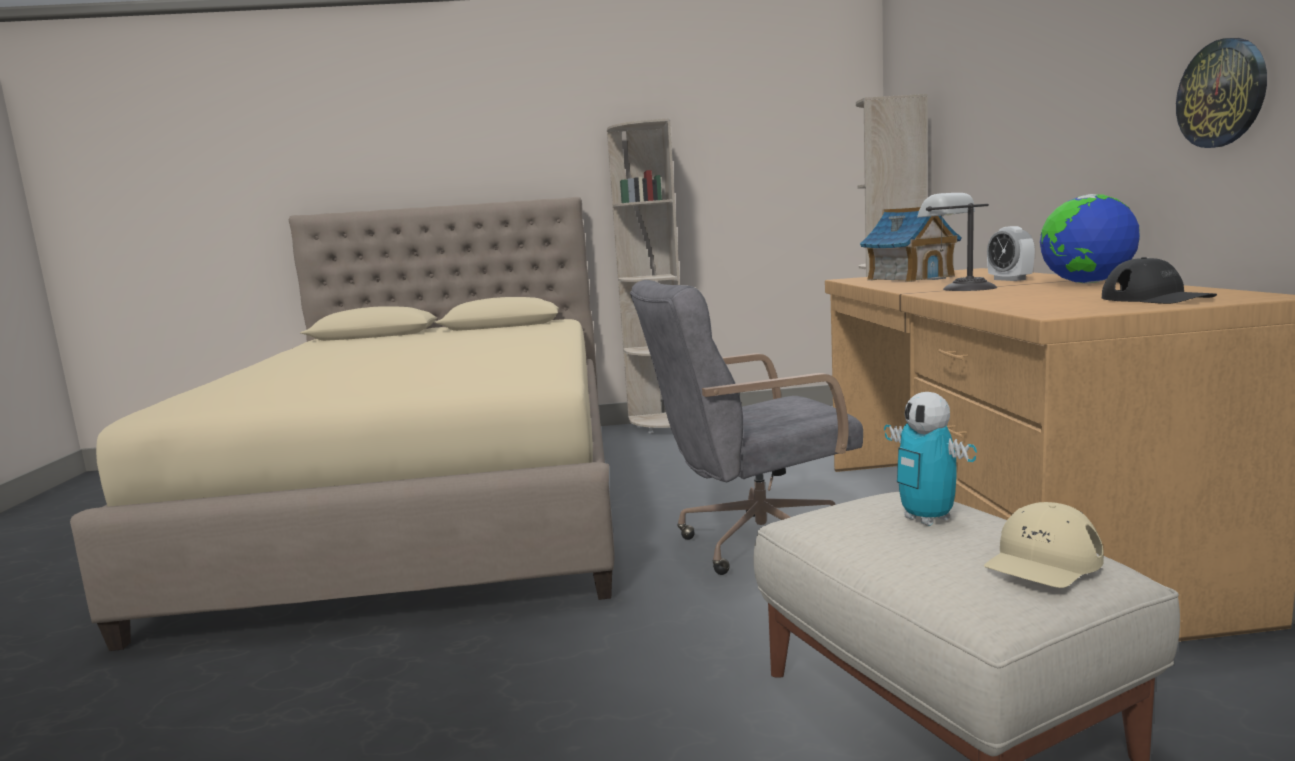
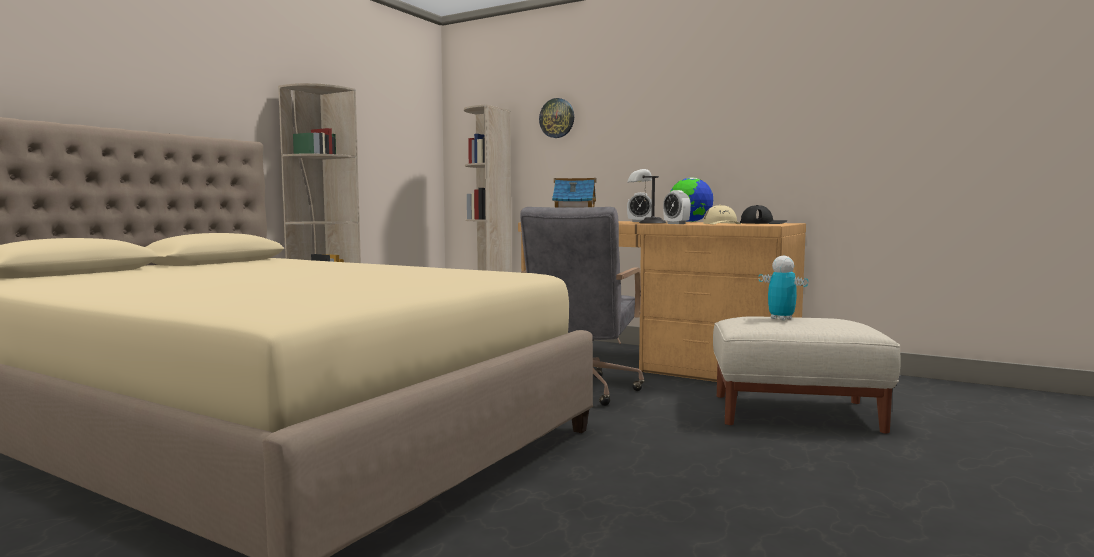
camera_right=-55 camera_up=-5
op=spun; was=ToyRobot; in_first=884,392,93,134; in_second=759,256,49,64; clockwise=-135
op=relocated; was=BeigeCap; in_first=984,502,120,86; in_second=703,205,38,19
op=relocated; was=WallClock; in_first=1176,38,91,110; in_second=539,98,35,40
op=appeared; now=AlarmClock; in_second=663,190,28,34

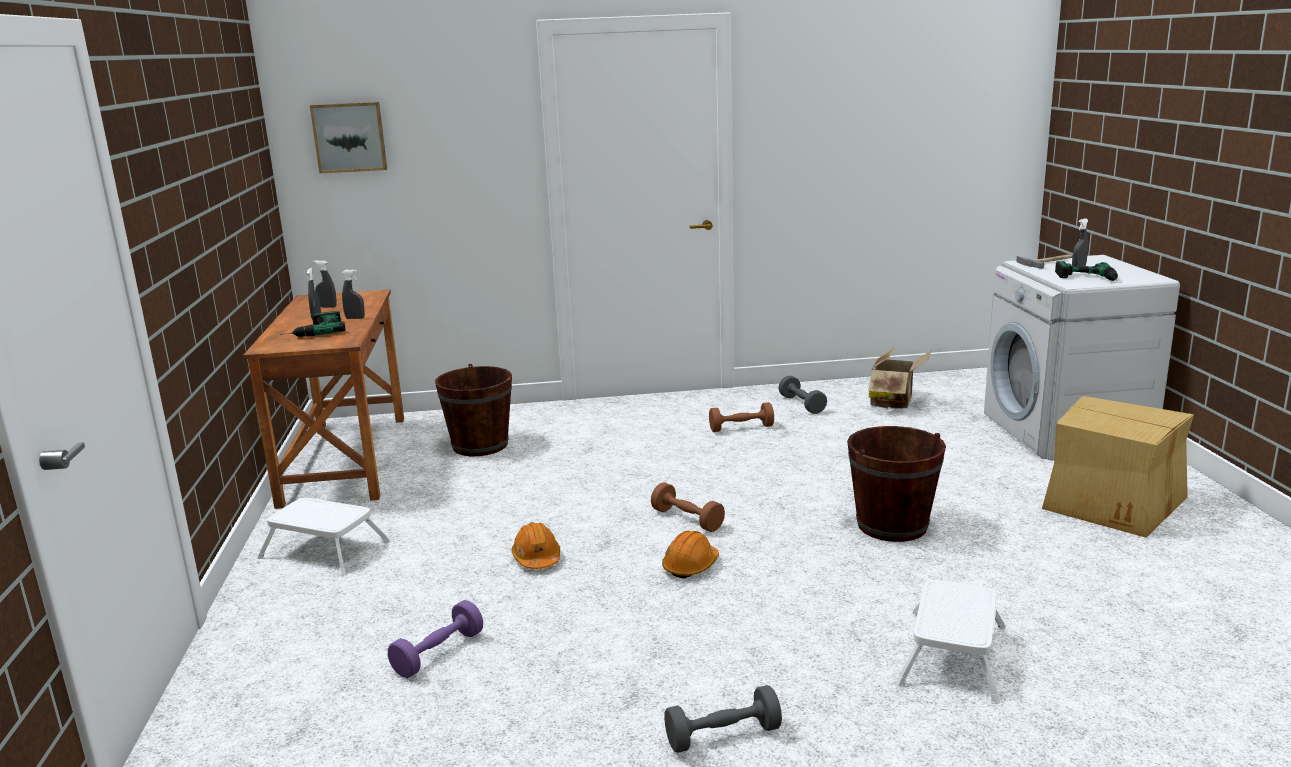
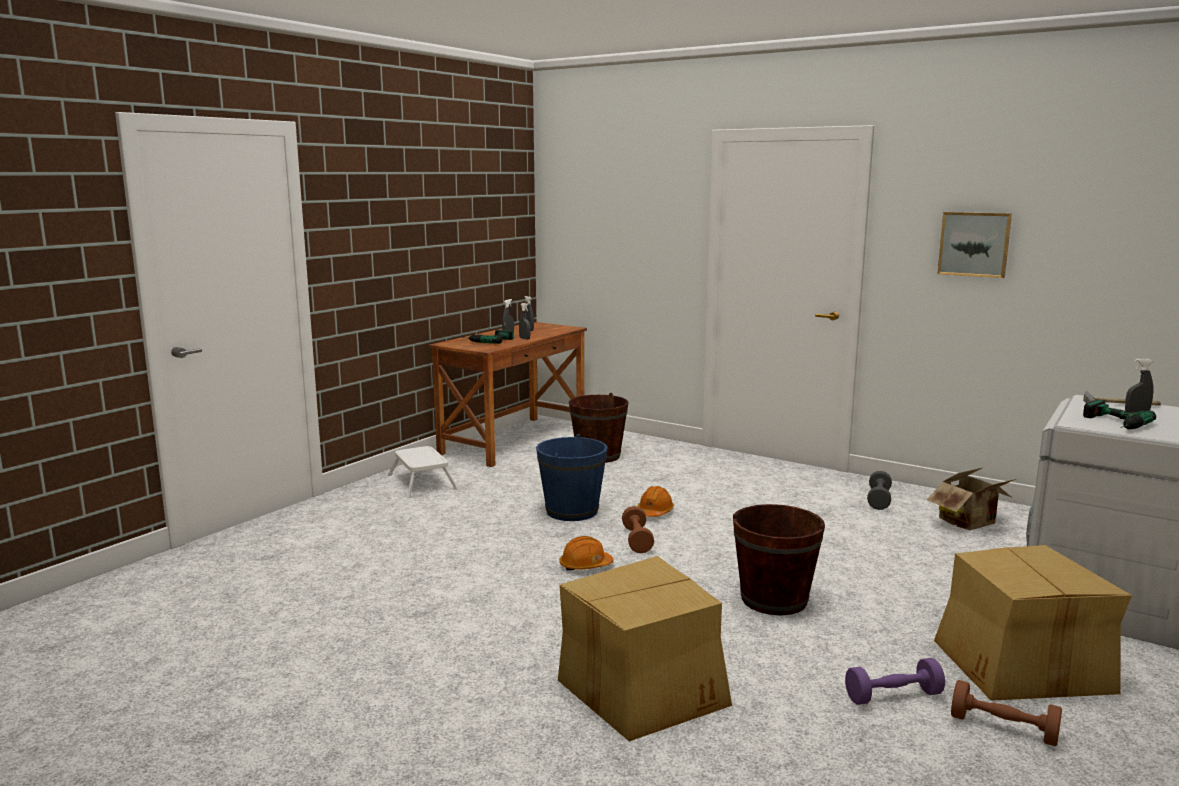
camera_right=40 camera_up=-5
op=relocated; was=Picture; in_first=310,102,77,72; in_second=937,212,75,66
op=relocated; was=PurpleDumbbell; in_first=388,600,95,78; in_second=845,658,100,47
op=relocated; was=OrangeHardHat; in_first=512,522,48,47; in_second=637,486,37,31
op=missing; was=GreyDumbbell; in_first=664,685,118,68
op=relocated; was=BrownDumbbell; in_first=709,402,65,30; in_second=951,680,111,66
op=exchanged; was=WhiteStepLadder; now=CardboardBox; in_first=896,580,110,124; in_second=558,556,174,185
op=appeared; now=BlueBucket; in_second=536,434,72,87

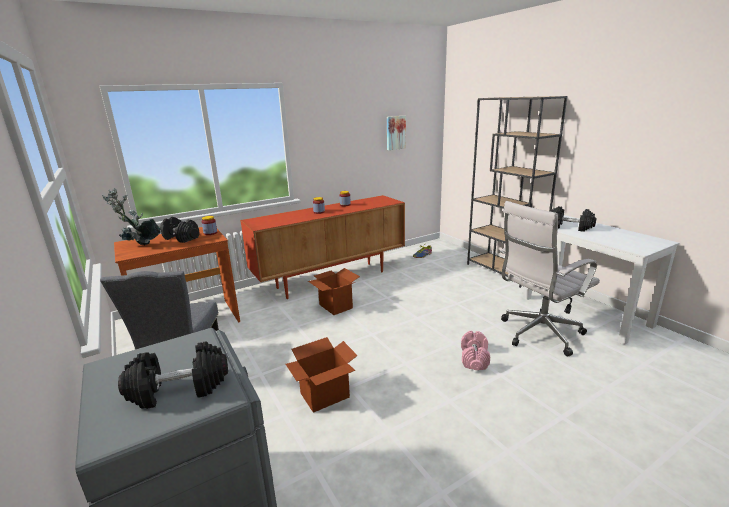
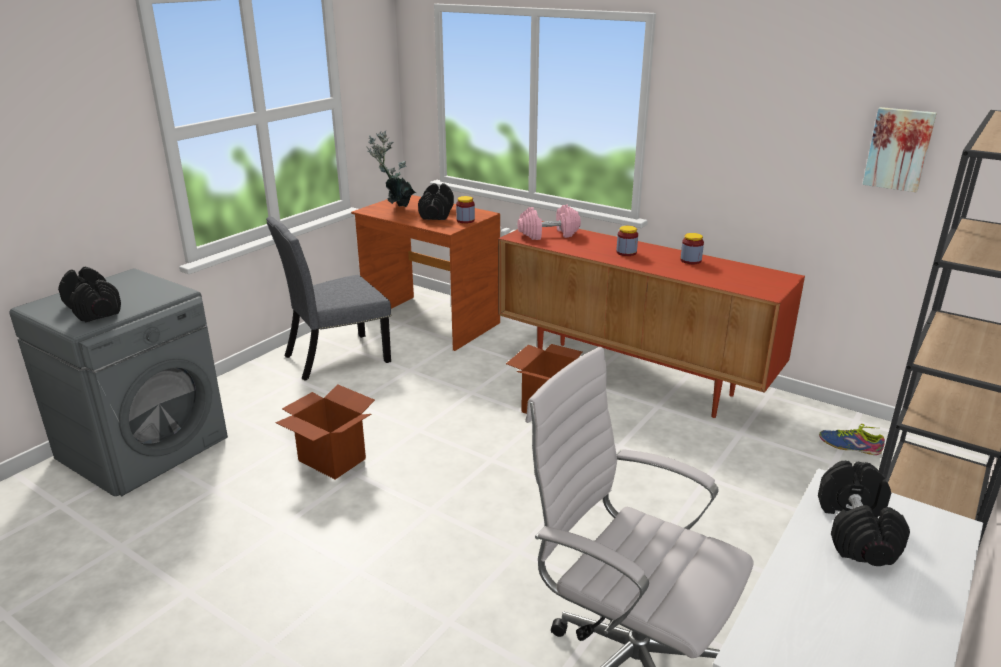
camera_right=65 camera_up=5
op=relocated; was=PinkDumbbell; in_first=461,331,29,39; in_second=517,205,64,35

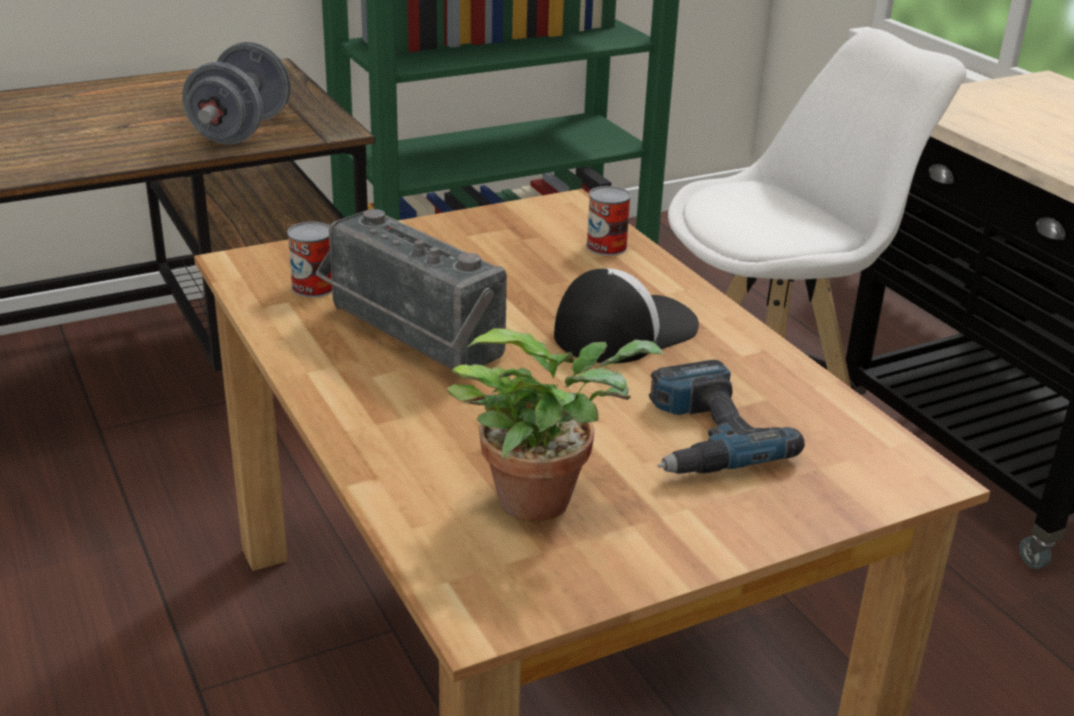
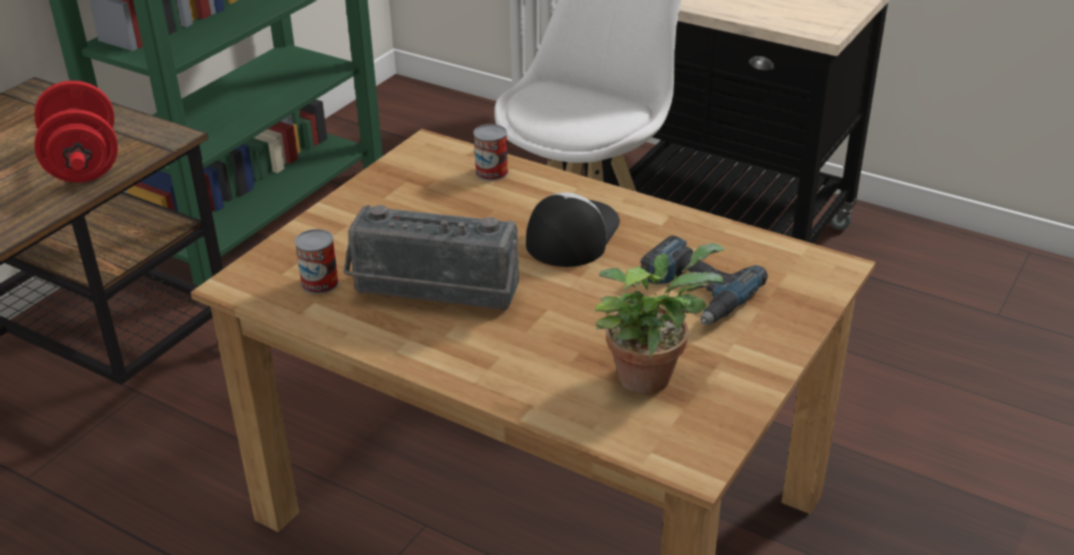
camera_right=-30 camera_up=5
op=colour; was=GreyDumbbell; now=RedDumbbell; in_first=182,42,109,102; in_second=34,81,84,102

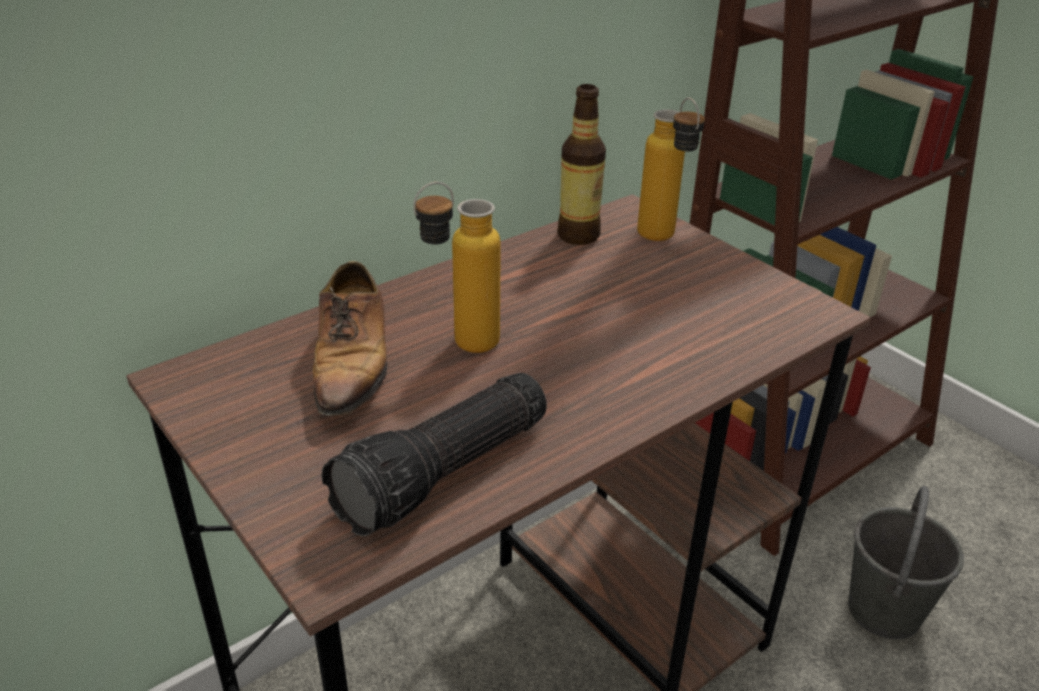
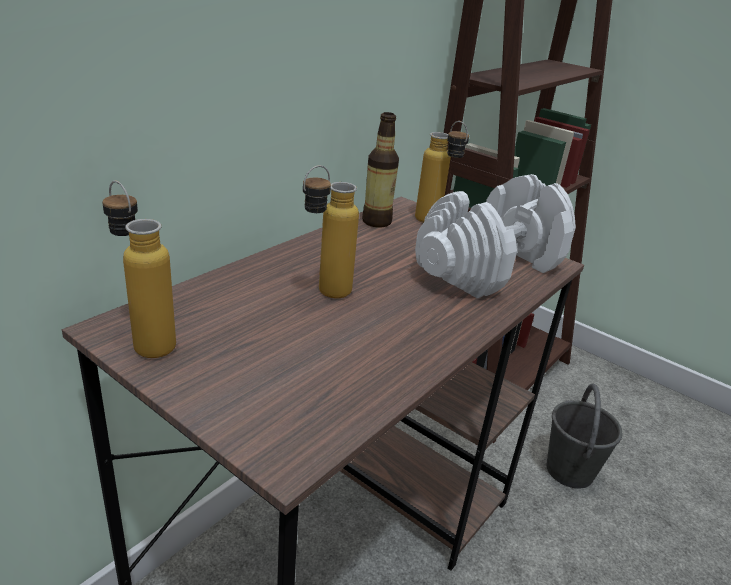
camera_right=-15 camera_up=-5
op=missing; was=Shoe; in_first=313,261,74,155
op=missing; was=Flashlight; in_first=321,373,226,163
op=appeared; now=Bottle; in_second=102,180,74,178
op=appeared; now=WhiteDumbbell; in_second=415,174,161,124

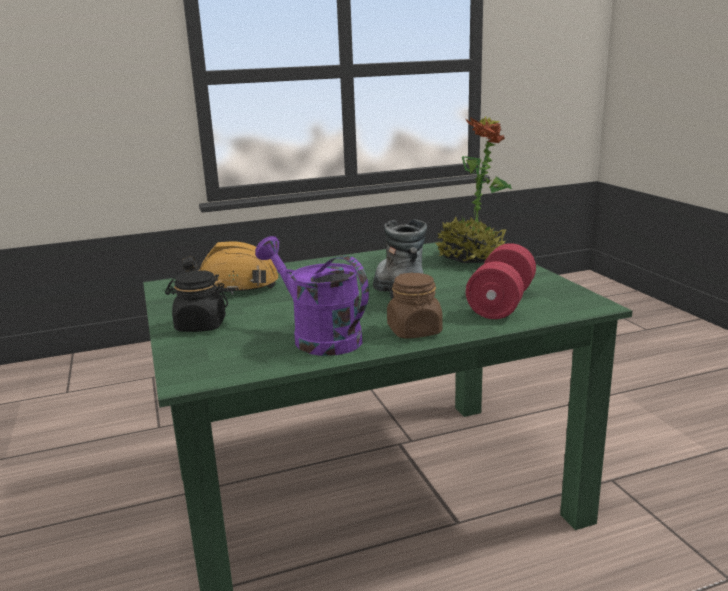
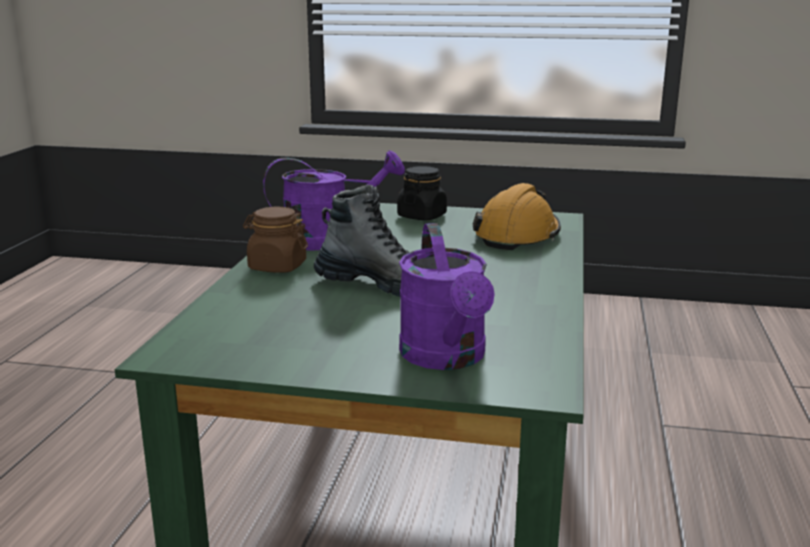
camera_right=120 camera_up=0
op=exchanged; was=PottedPlant; now=PurpleWateringCan; in_first=436,117,76,146; in_second=399,223,96,147
op=missing; was=RedDumbbell; in_first=466,243,70,76

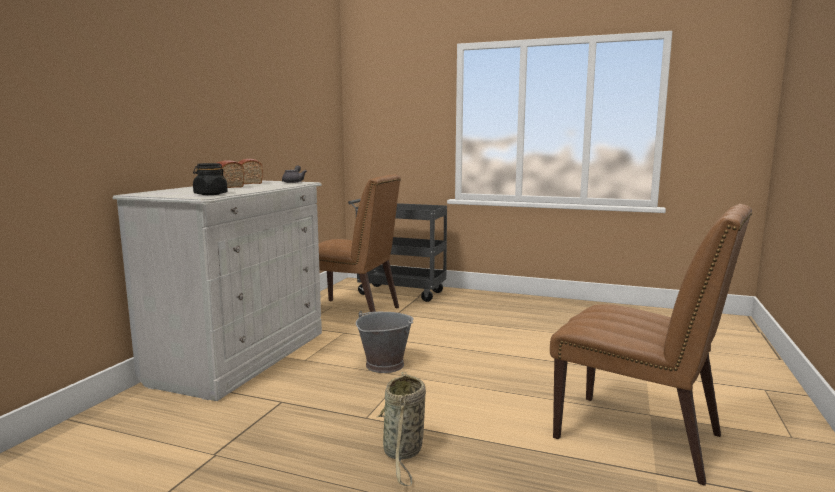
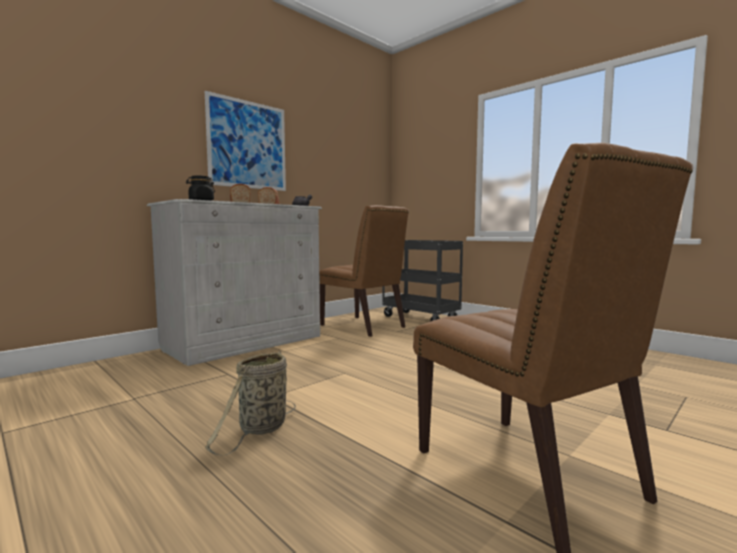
camera_right=25 camera_up=-5
op=missing; was=GreyBucket; in_first=356,311,58,62
op=appeared; now=Picture; in_second=205,91,81,100

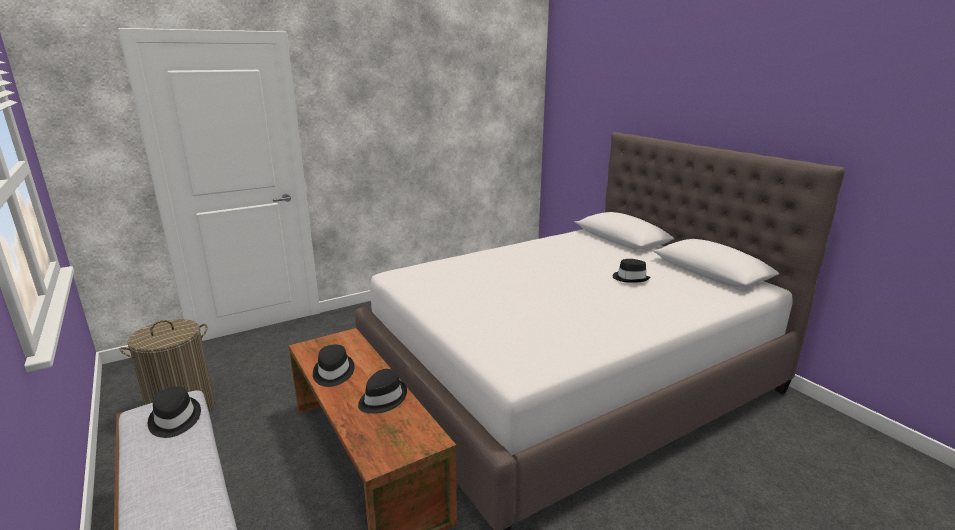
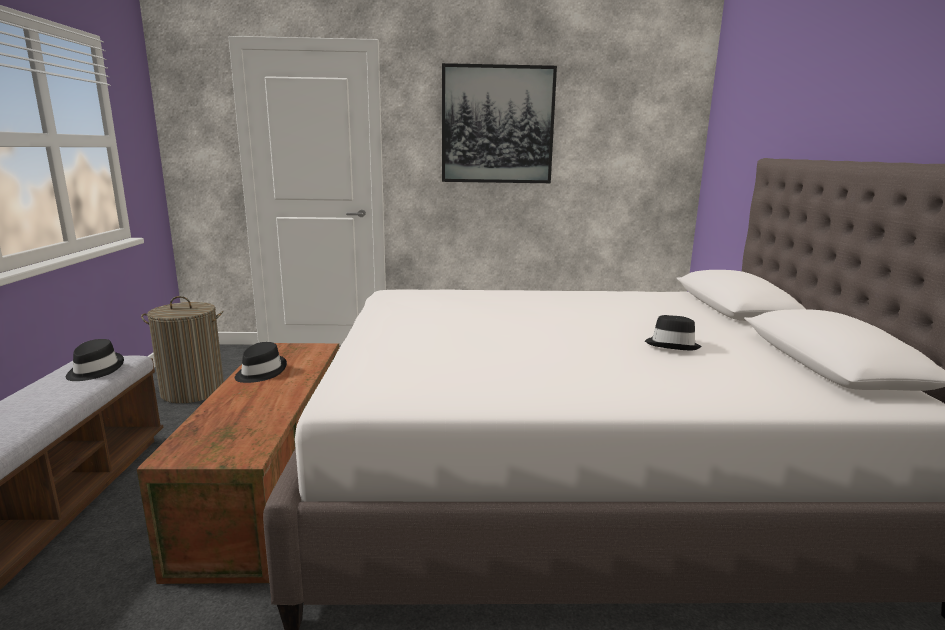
camera_right=30 camera_up=-5
op=missing; was=BlackHat; in_first=358,369,49,45
op=appeared; now=Picture; in_second=442,63,115,120

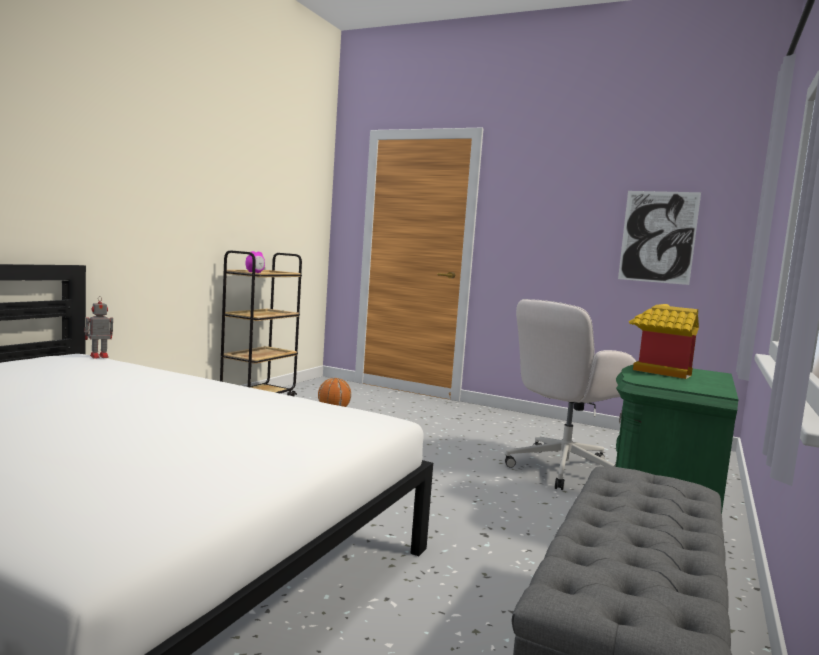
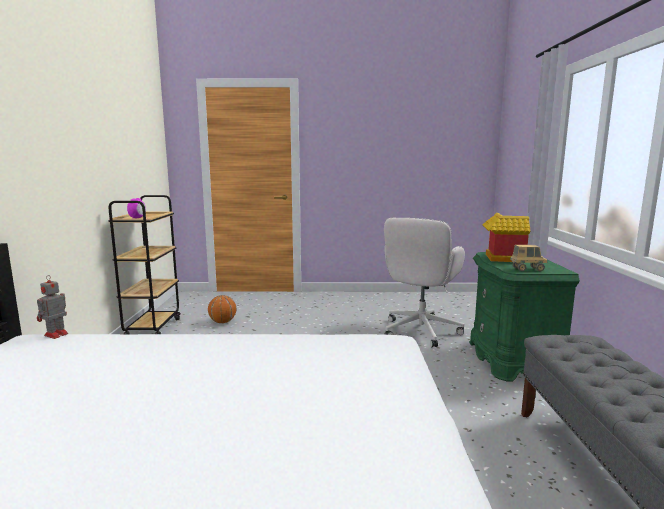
camera_right=-25 camera_up=5
op=missing; was=Picture; in_first=618,191,83,94
op=appeared; now=ToyTruck; in_second=510,245,37,26

